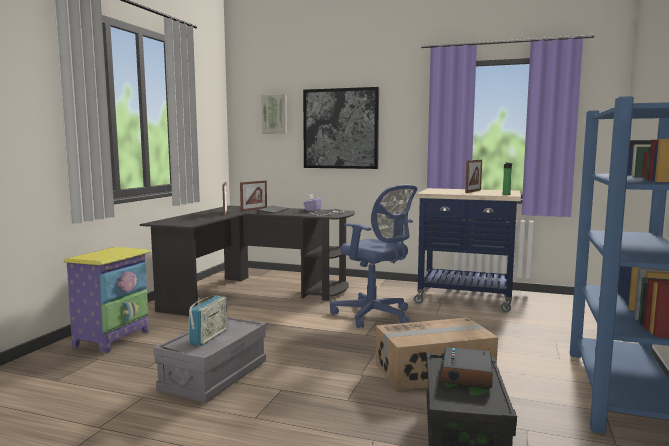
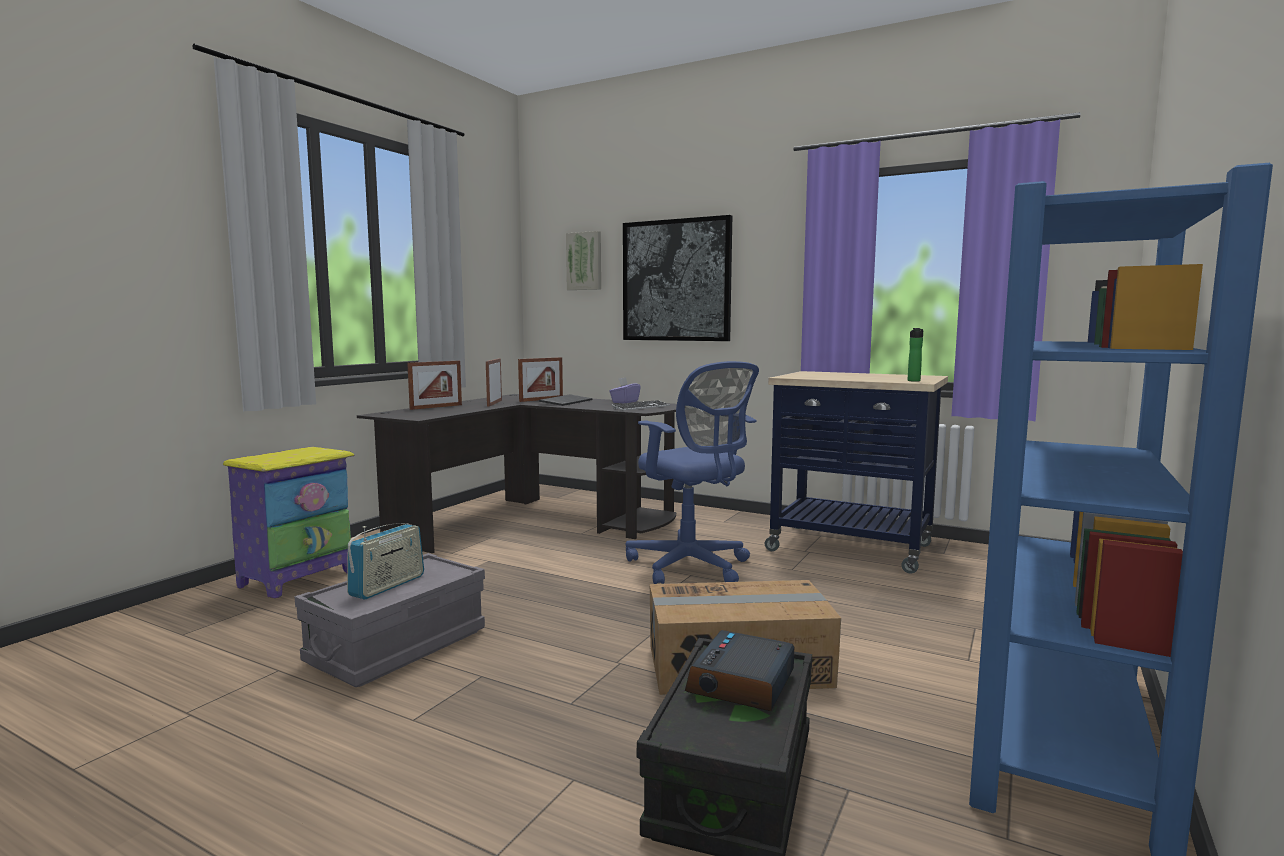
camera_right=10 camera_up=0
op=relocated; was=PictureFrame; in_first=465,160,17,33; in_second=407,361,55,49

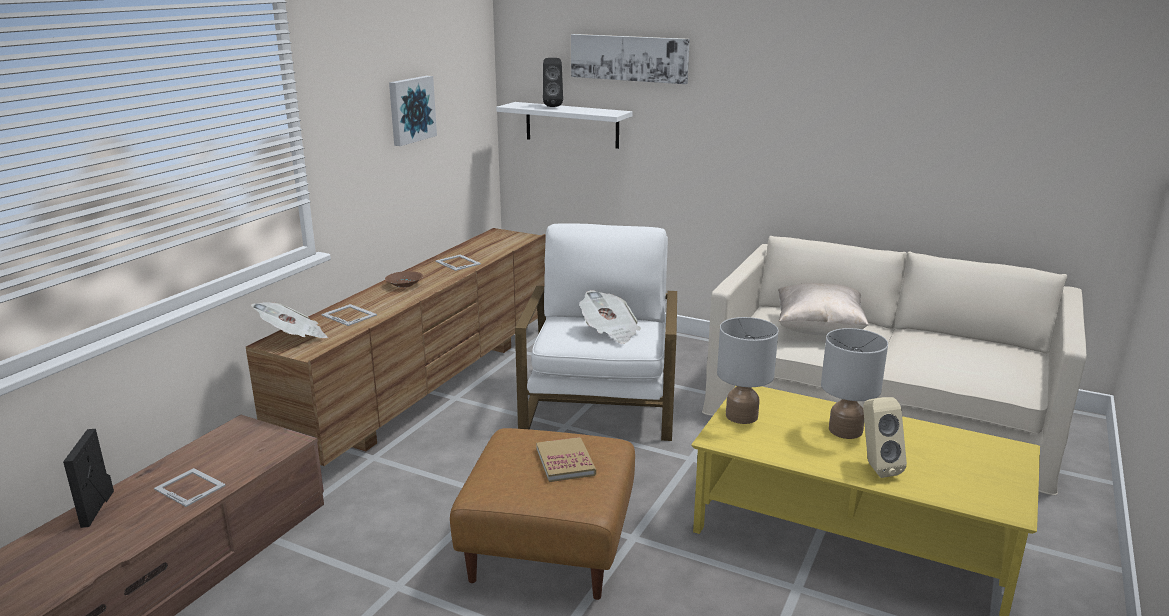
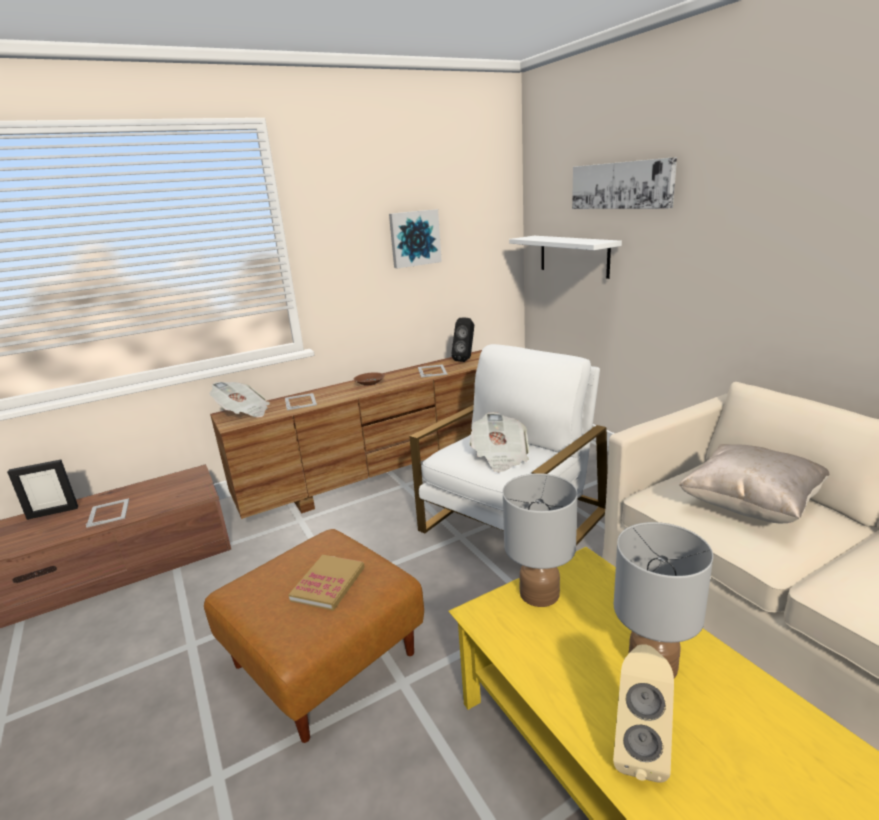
camera_right=35 camera_up=0
op=spun; was=PictureFrame; in_first=63,429,51,99; in_second=7,460,71,60; clockwise=-135
op=relocated; was=BlackSpeaker; in_first=543,58,20,49; in_second=451,318,23,44

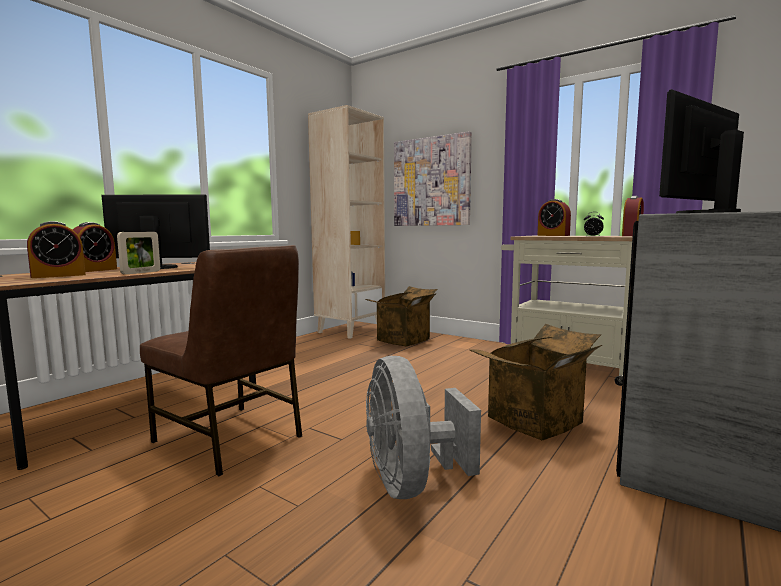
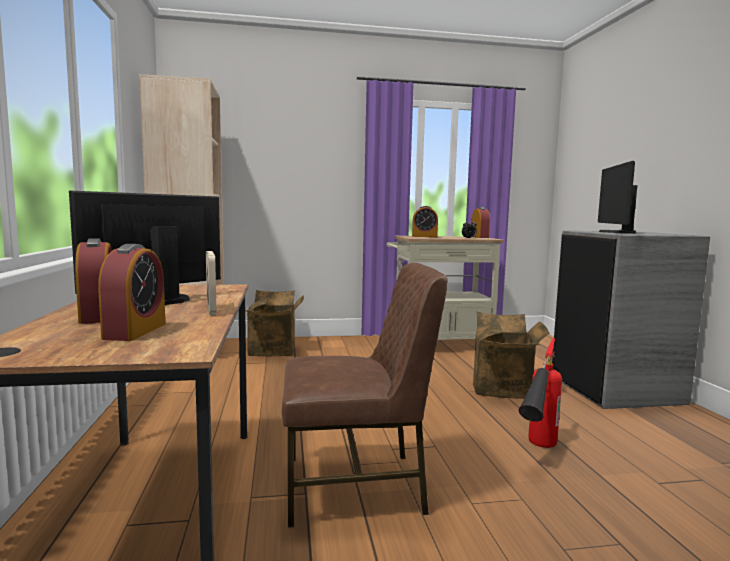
camera_right=-45 camera_up=0
op=exchanged; was=GreyFan; now=FireExtinguisher; in_first=366,356,115,143; in_second=519,338,43,110
op=missing; was=Picture; in_first=394,132,78,94

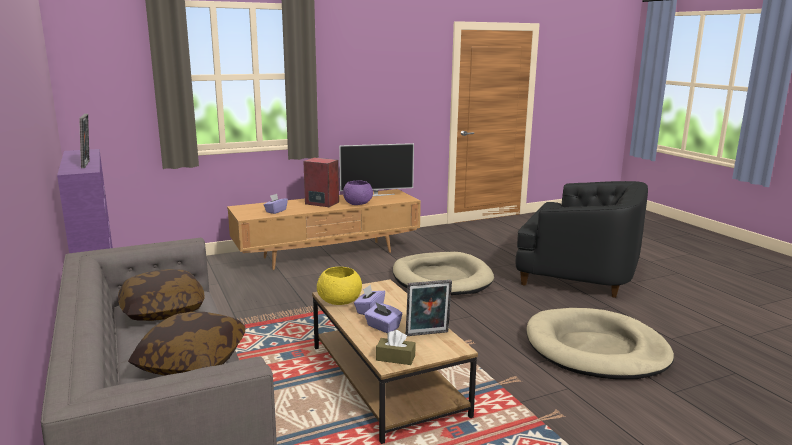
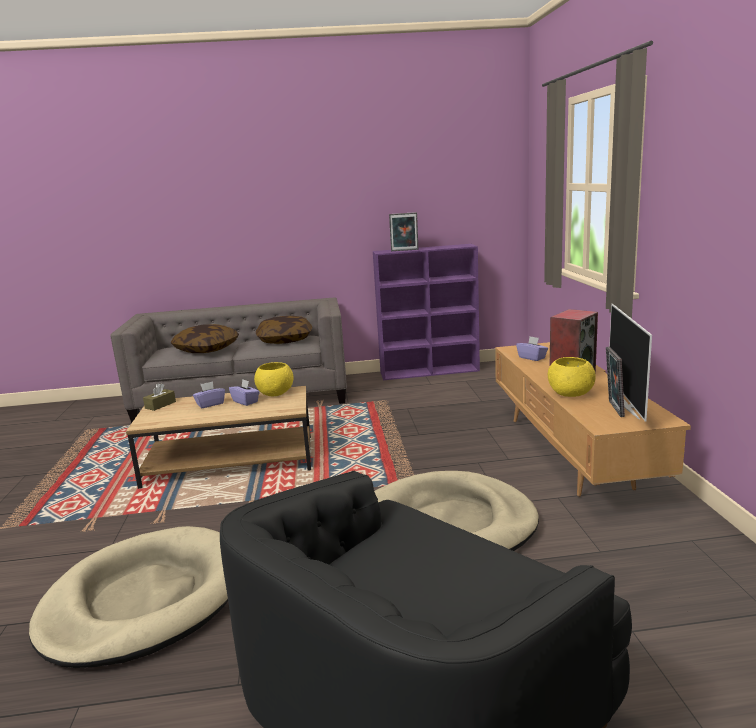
camera_right=110 camera_up=0
op=colour; was=PurpleBowl; now=YellowBowl; in_first=343,180,30,25; in_second=548,357,48,40
op=relocated; was=PictureFrame; in_first=406,280,46,56; in_second=606,347,19,70

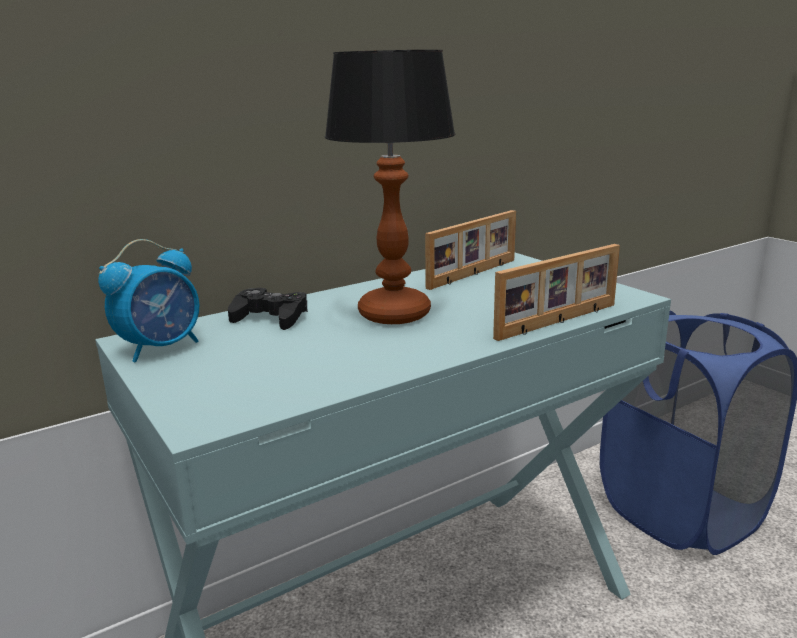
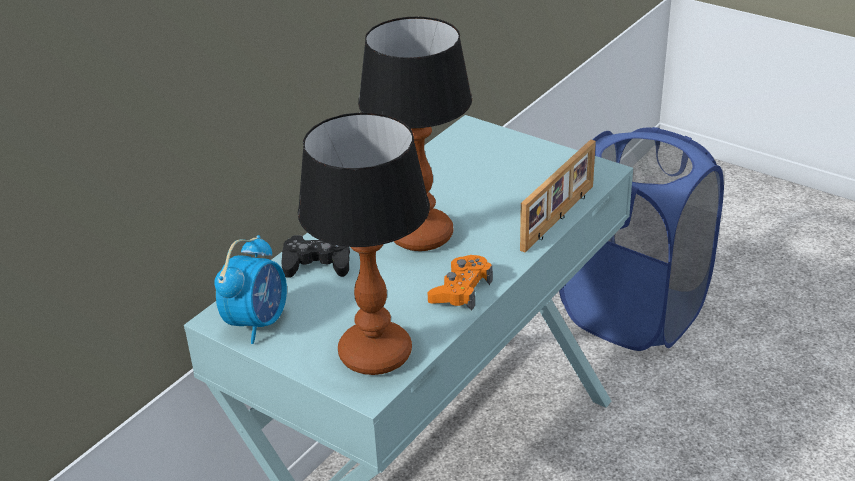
camera_right=-20 camera_up=15
op=missing; was=PictureFrame; in_first=425,210,91,80
op=appeared; now=TableLamp; in_second=298,112,132,263
op=appeared; now=OrangeGameController; in_second=428,255,65,56

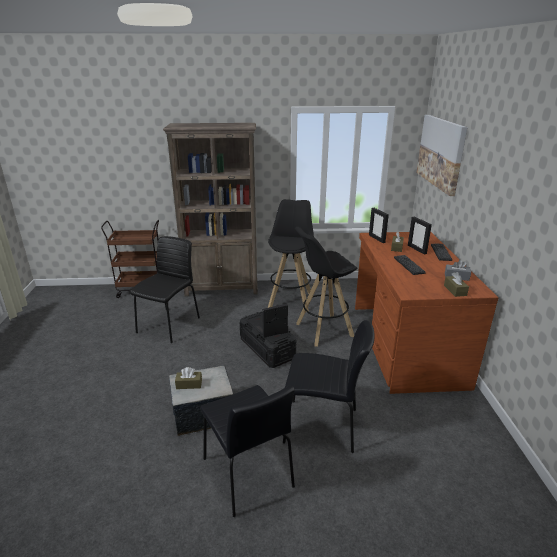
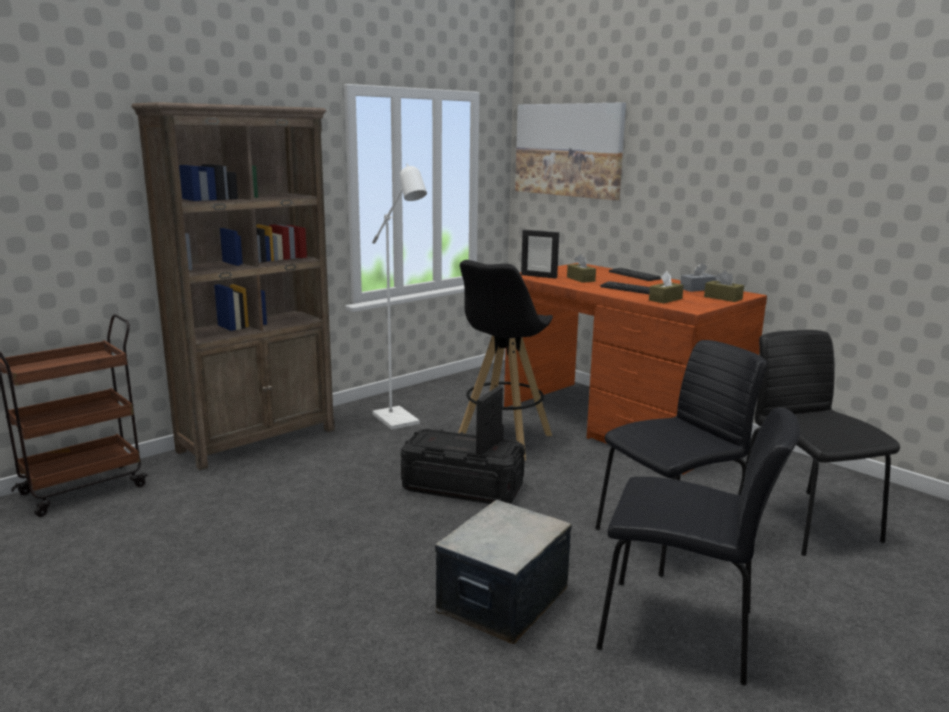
camera_right=-40 camera_up=-10
op=relocated; was=BlackChair; in_first=130,236,70,107; in_second=738,330,162,226
op=relocated; was=BrownTissueBox; in_first=175,367,27,22; in_second=649,271,35,32
op=exchanged; was=BlackStool; now=WhiteFloorLamp; in_first=268,199,46,112; in_second=372,164,55,266
op=missing; was=PictureFrame; in_first=408,217,24,38

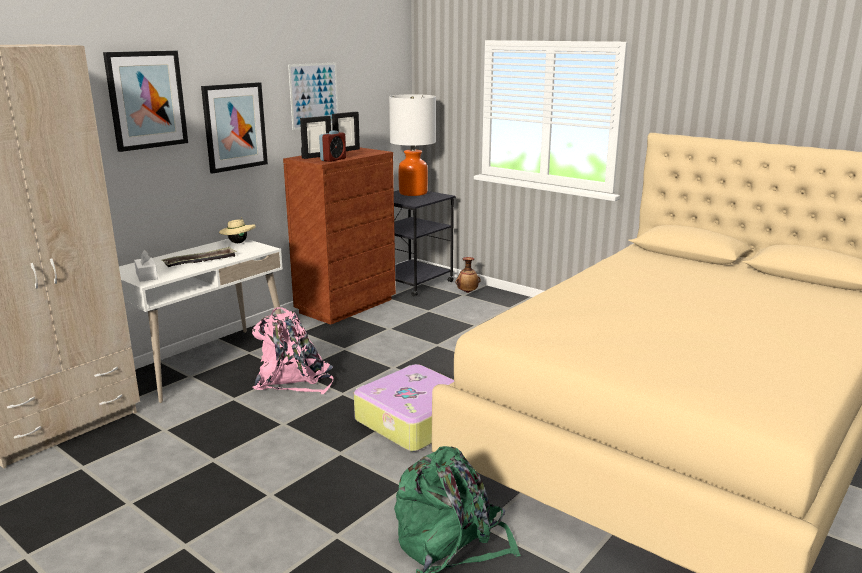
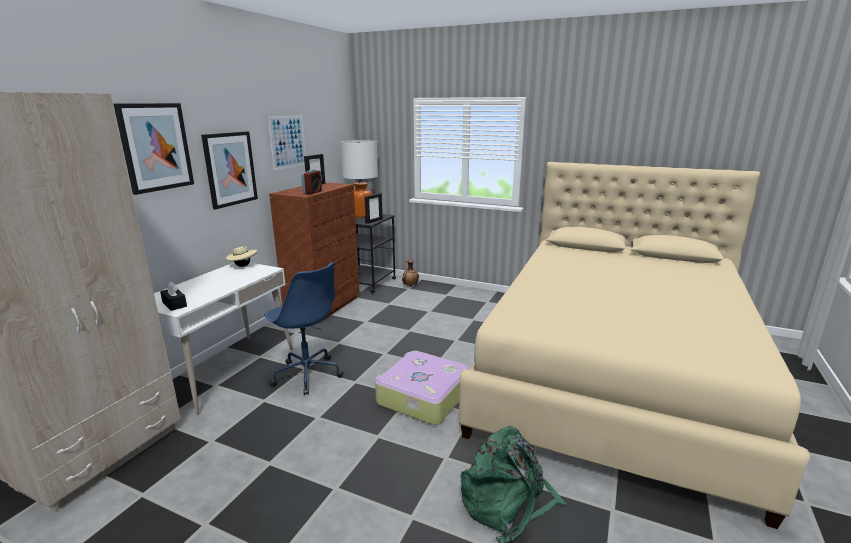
camera_right=-15 camera_up=0
op=colour; was=WhiteTissueBox; now=BlackTissueBox; in_first=134,250,24,32; in_second=160,282,27,29
op=missing; was=Tray; in_first=162,247,75,20
op=exchanged; was=PinkBackpack; now=BlueOfficeChair; in_first=252,307,82,87; in_second=264,262,80,133
op=relocated; was=PictureFrame; in_first=300,116,31,43; in_second=365,193,17,31

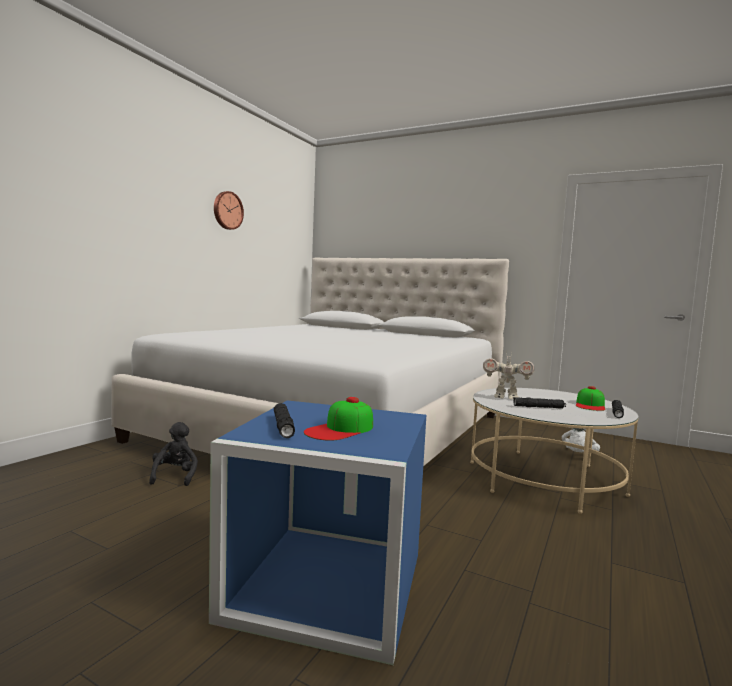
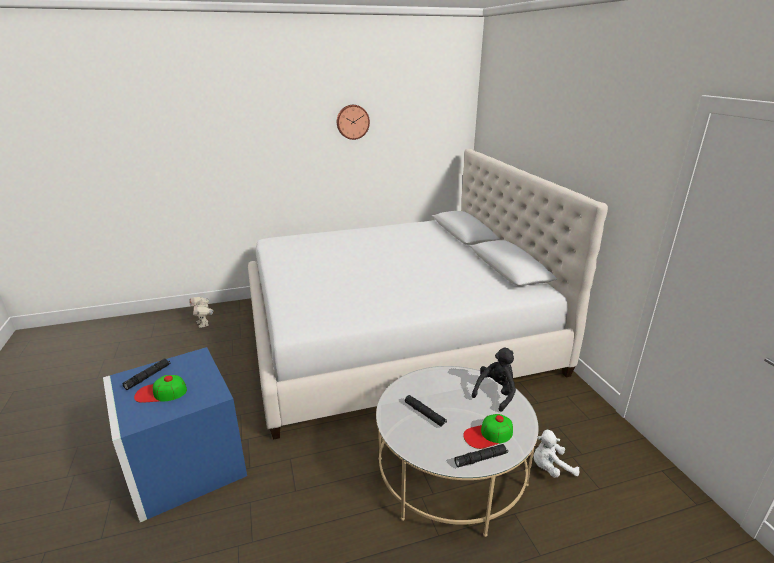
camera_right=45 camera_up=20
op=relocated; was=BlackPlushToy; in_first=149,422,49,64; in_second=472,348,44,64
op=relocated; was=ToyRobot; in_first=483,351,52,48; in_second=189,297,25,31

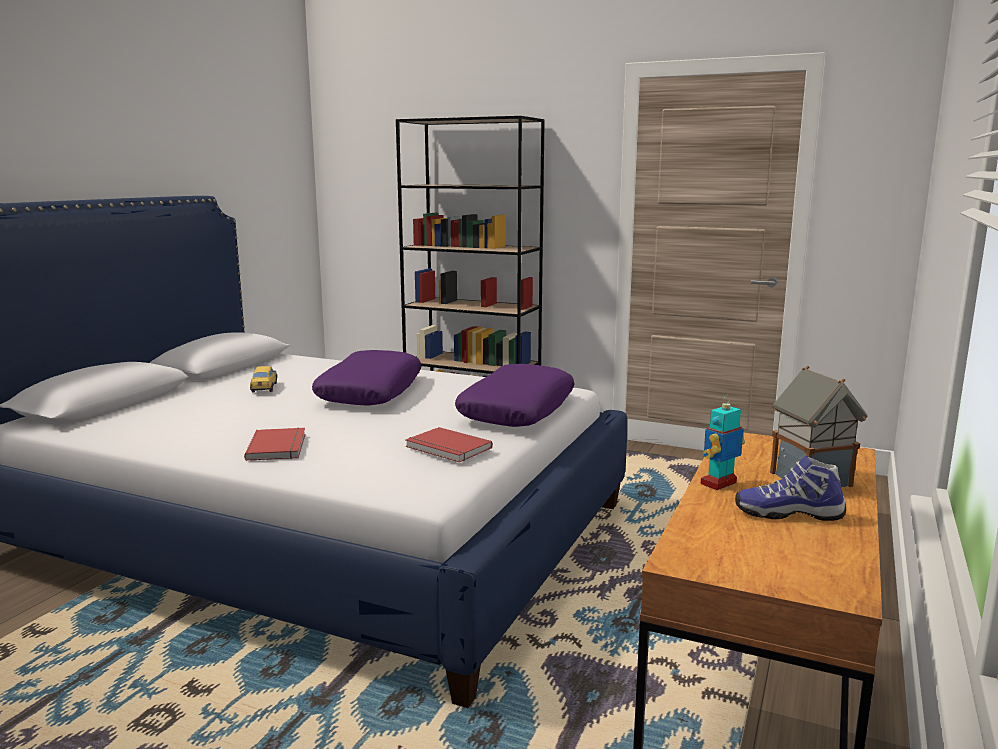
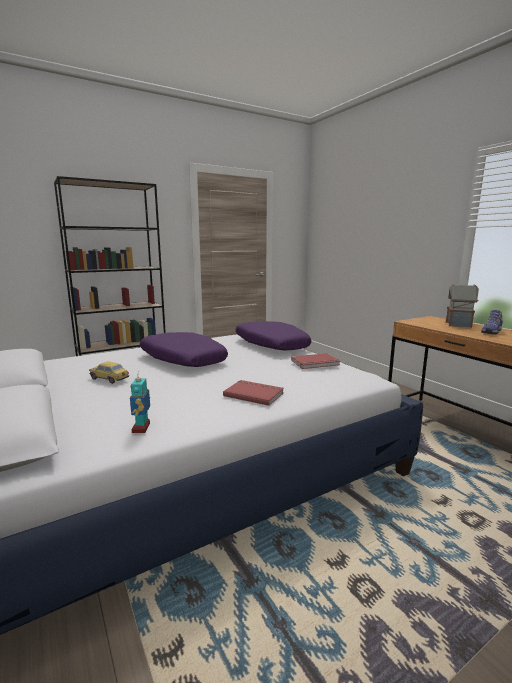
camera_right=-55 camera_up=0
op=relocated; was=ToyRobot; in_first=701,394,44,96; in_second=130,372,20,61

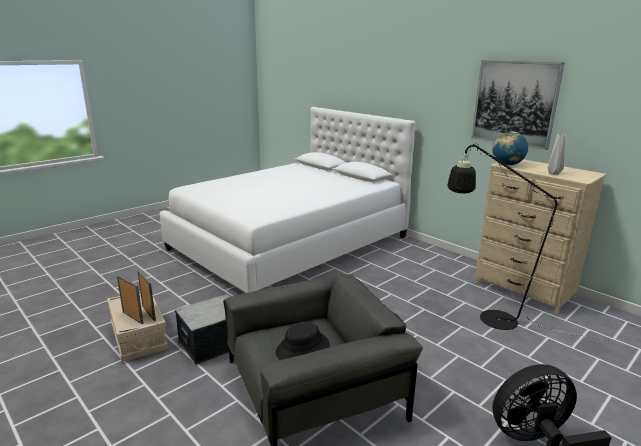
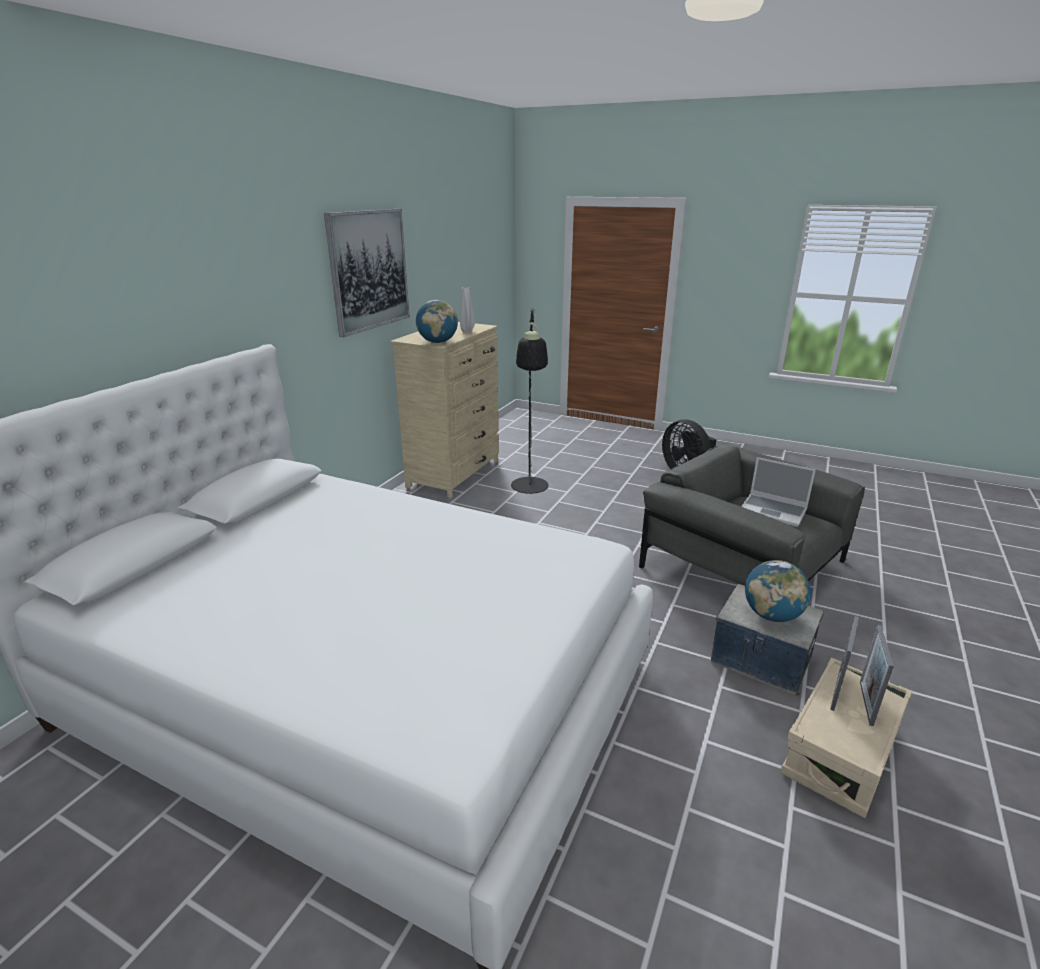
camera_right=-110 camera_up=5
op=exchanged; was=BlackHat; now=Laptop; in_first=276,322,53,38; in_second=741,457,75,70
op=appeared; now=Globe; in_second=745,560,66,62

